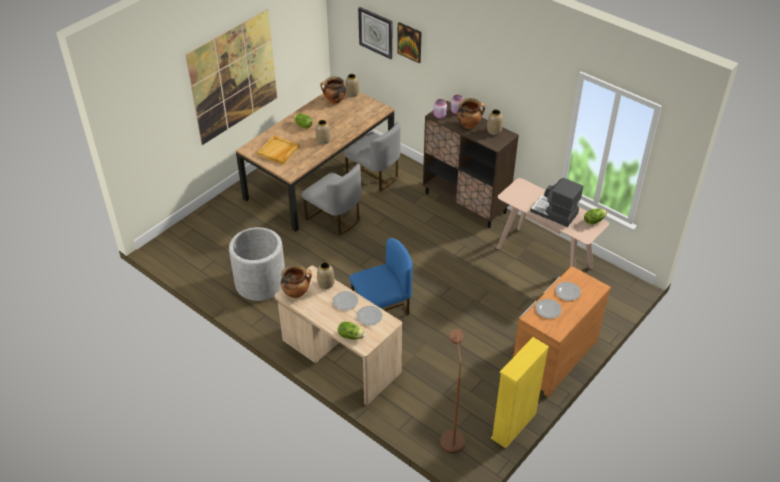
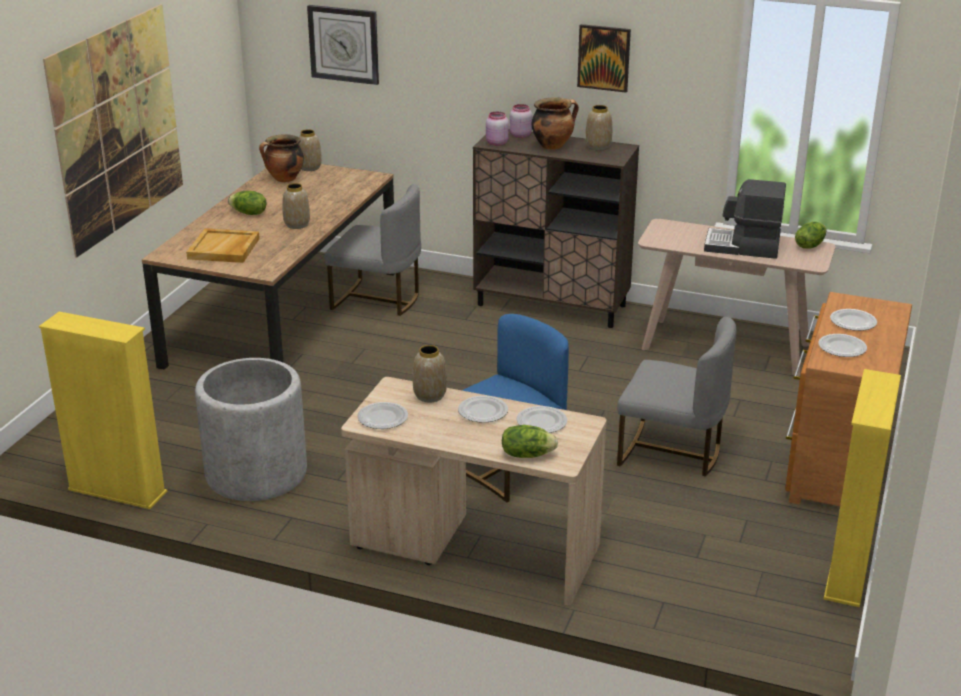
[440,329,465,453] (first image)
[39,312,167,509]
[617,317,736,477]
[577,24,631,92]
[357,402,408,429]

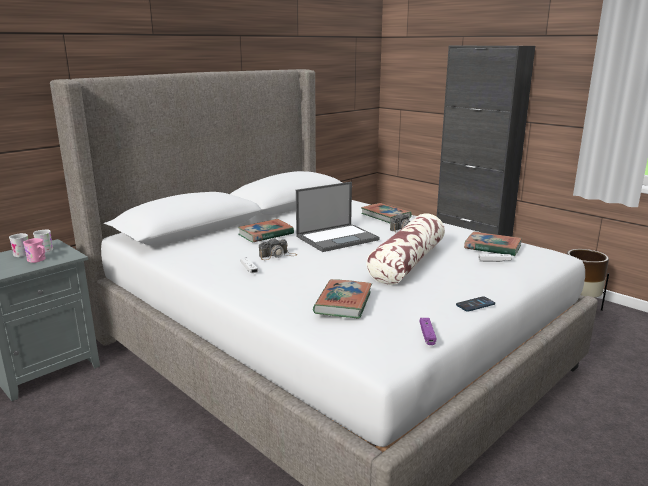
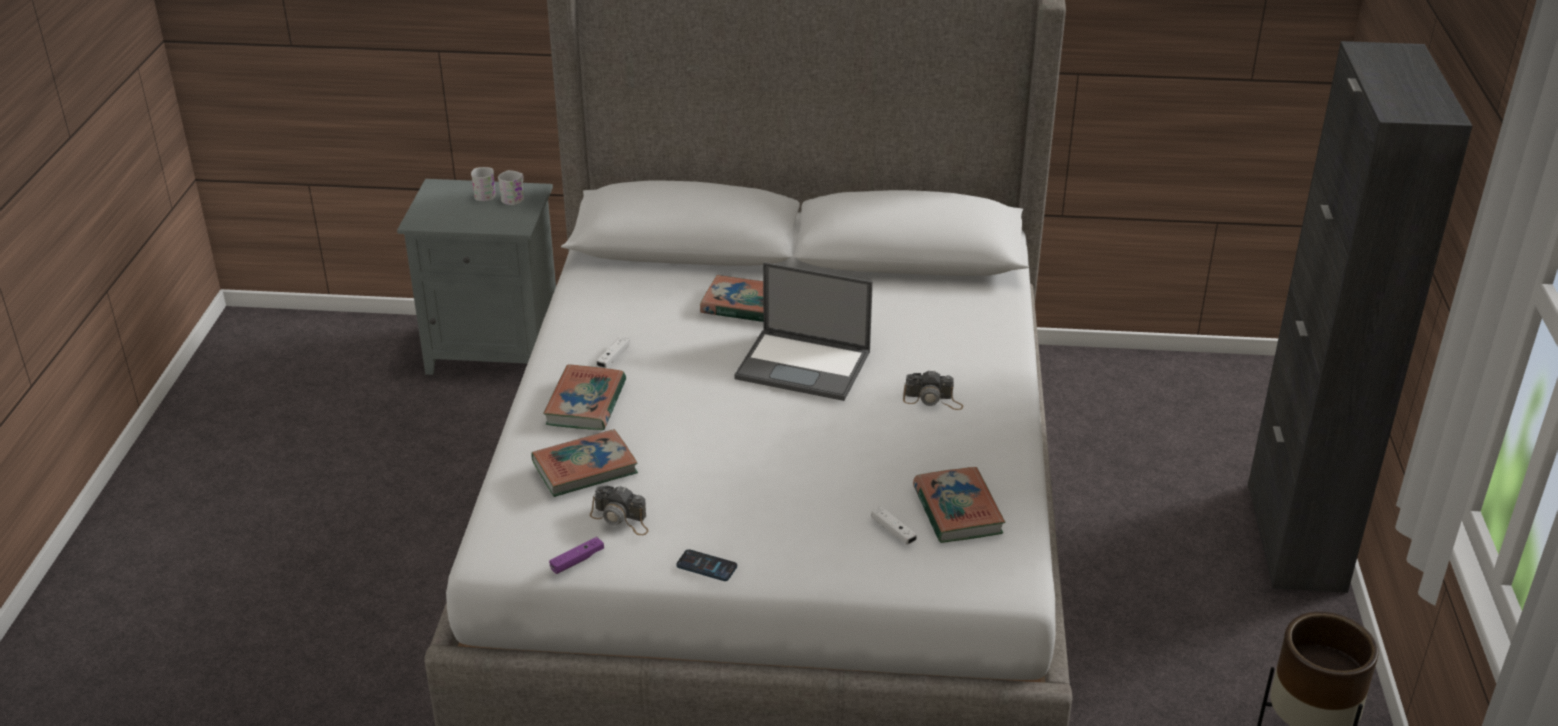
[23,238,46,263] (first image)
[366,214,445,285] (first image)
[590,485,648,535]
[543,364,626,430]

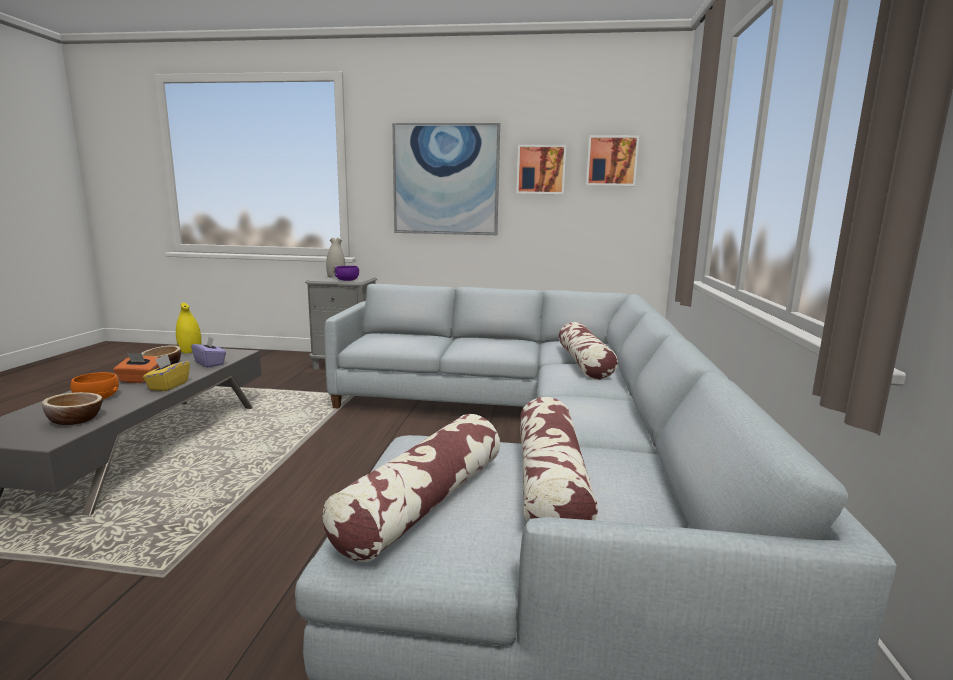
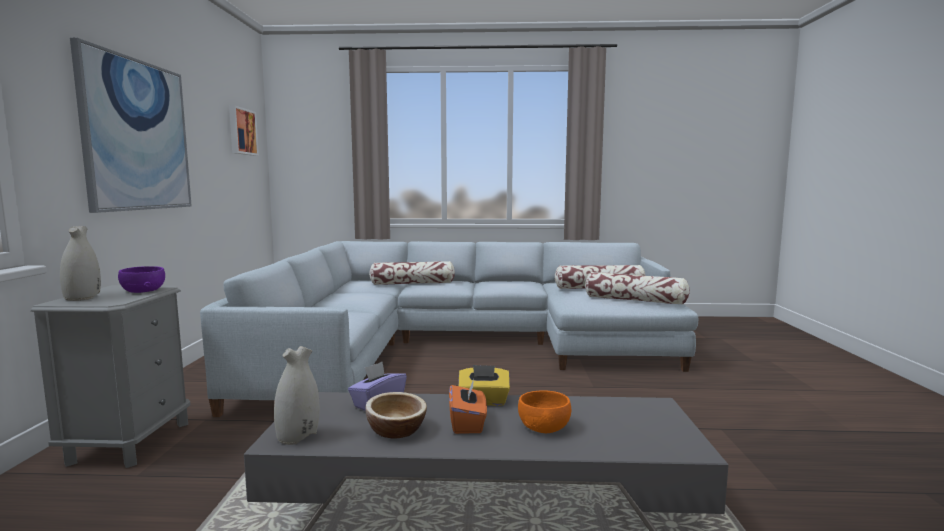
[42,392,103,425] (first image)
[516,145,566,194] (first image)
[274,346,320,445]

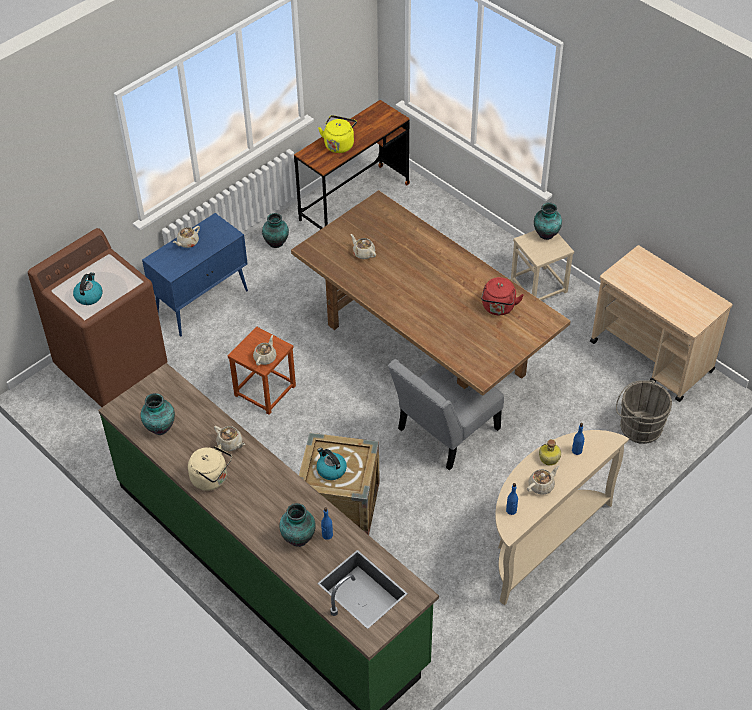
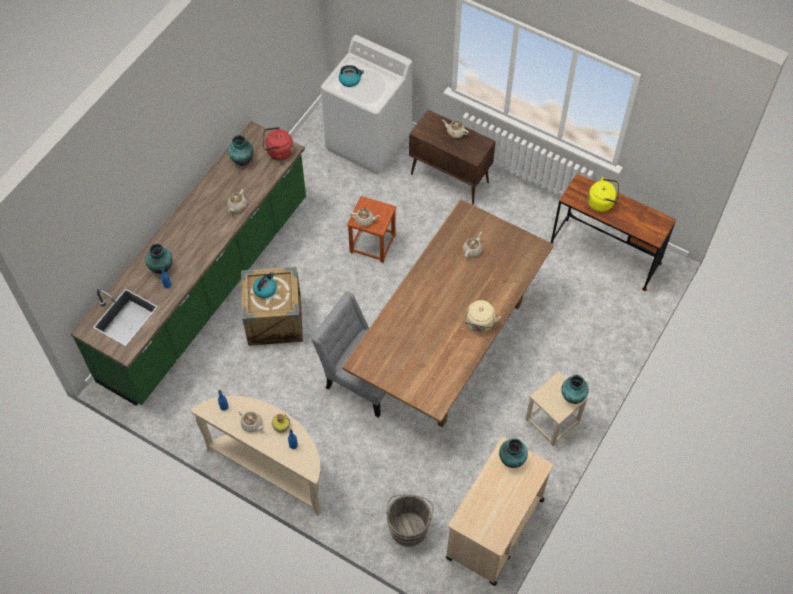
[465,300,502,333]
[499,438,528,468]
[263,127,294,160]
[321,35,413,174]
[409,110,496,205]

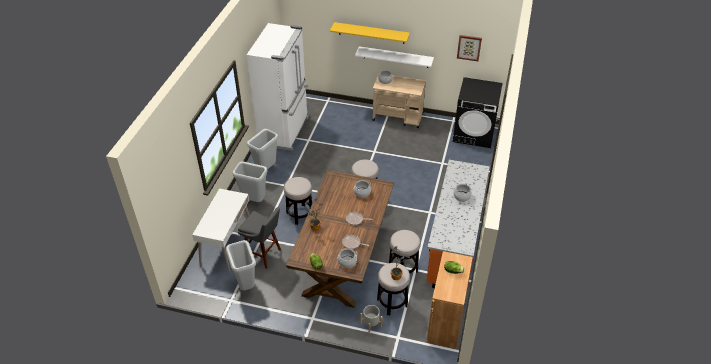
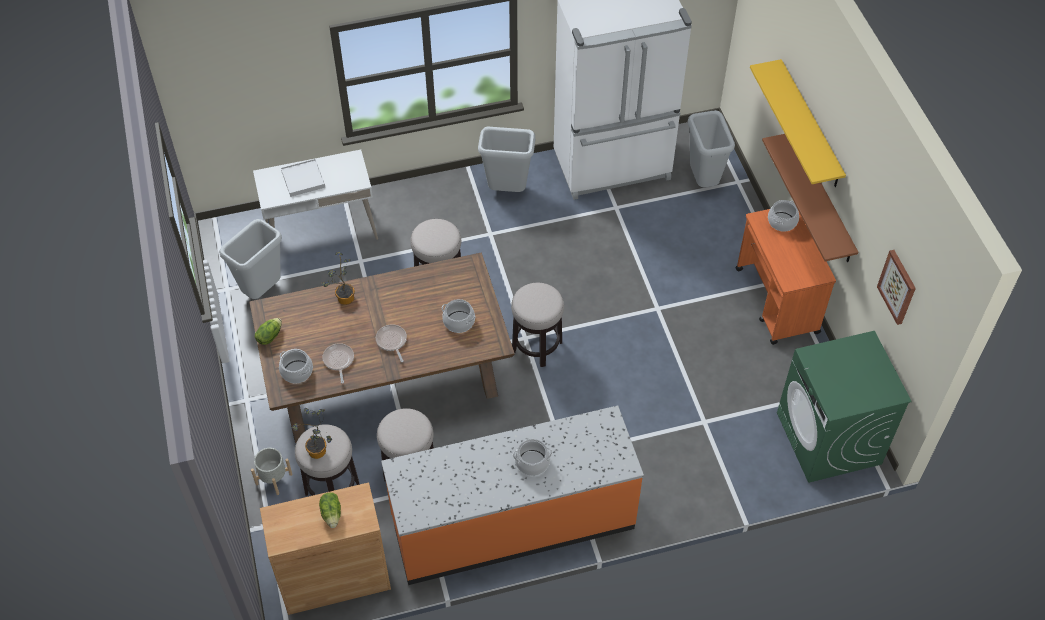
[238,207,281,269] (first image)
[281,159,325,197]
[688,110,735,187]
[762,134,858,262]
[736,209,836,345]
[777,331,912,483]

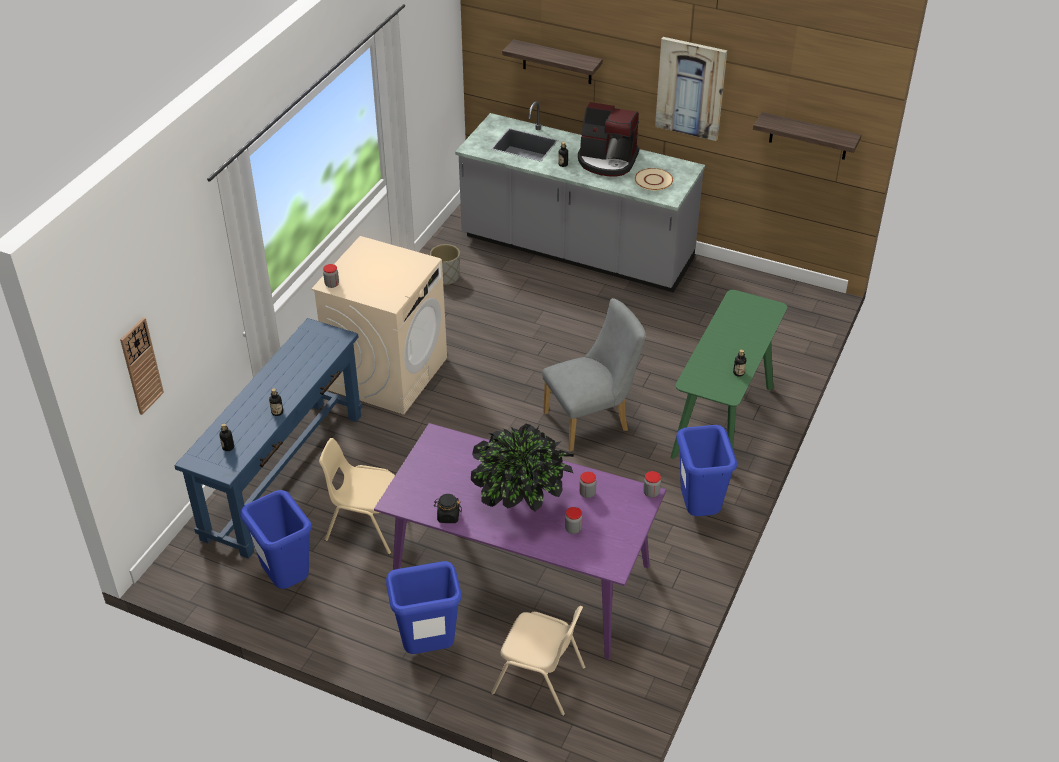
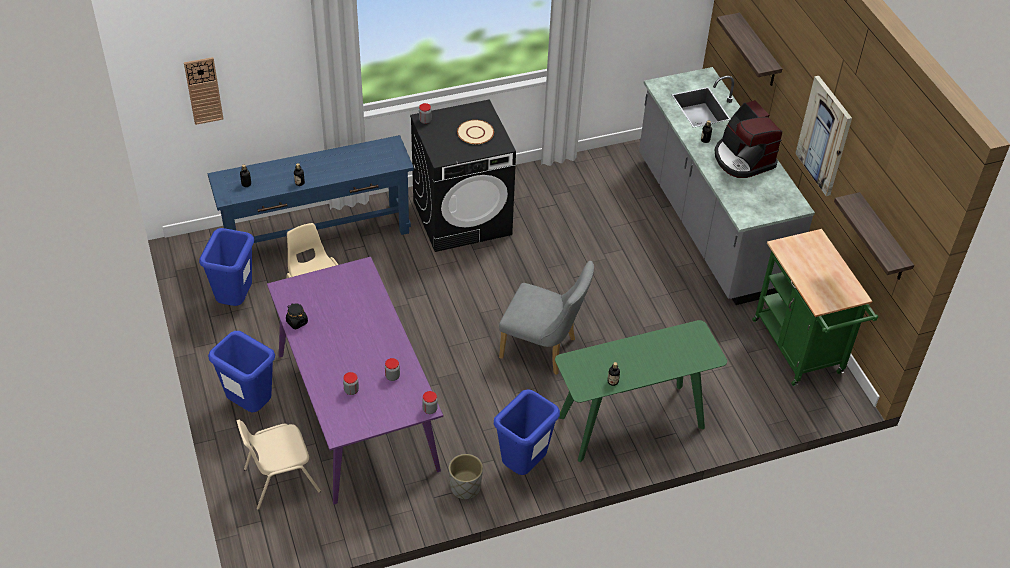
[471,424,574,511] (first image)
[752,229,878,386]
[449,454,483,499]
[457,120,494,144]
[410,99,516,252]
[237,420,321,510]

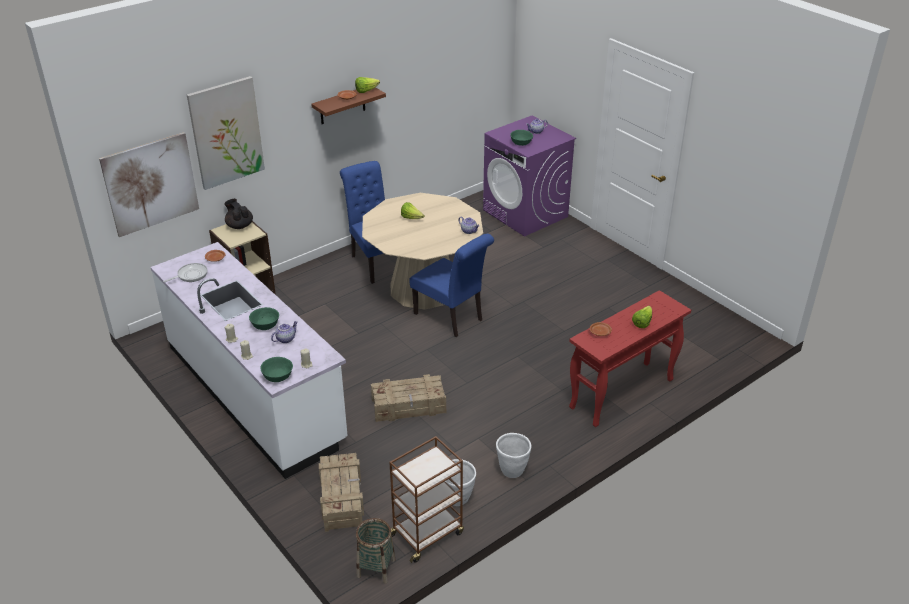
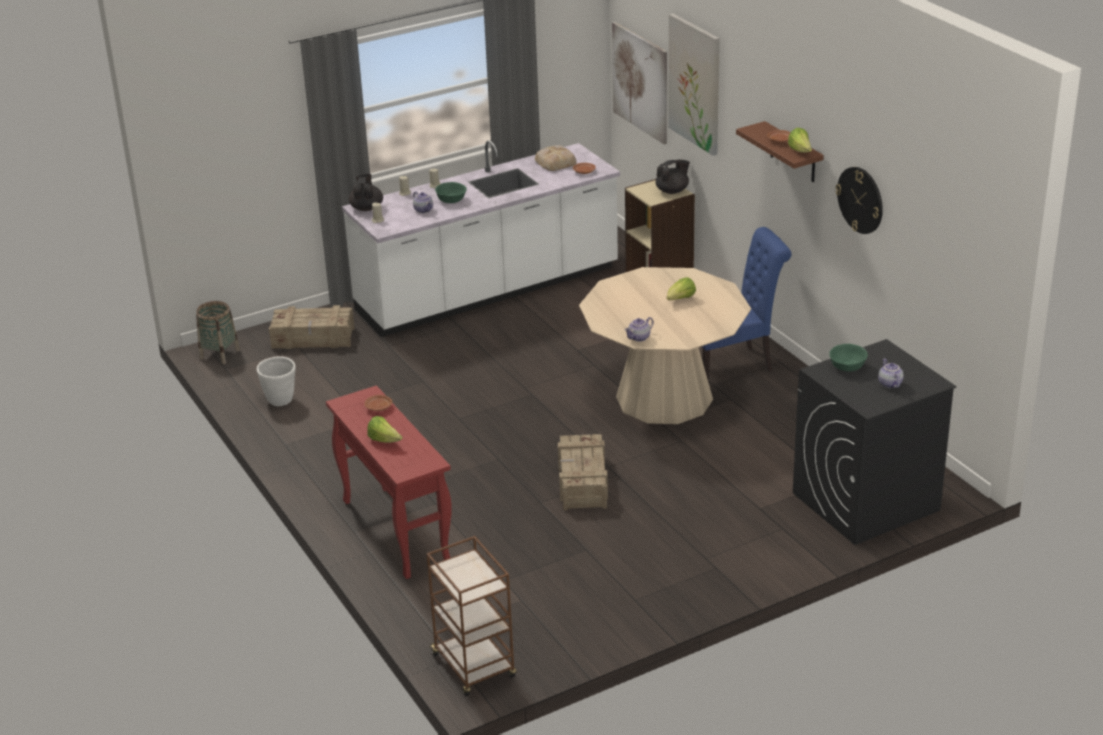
[409,234,494,337] (first image)
[496,433,531,478] (first image)
[836,167,883,234]
[558,434,608,510]
[426,536,517,696]
[535,145,577,171]
[349,174,383,211]
[793,339,956,545]

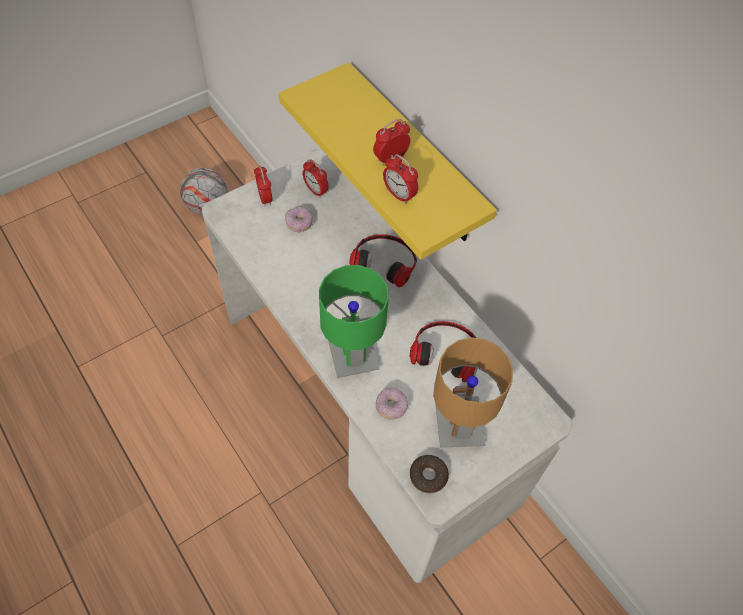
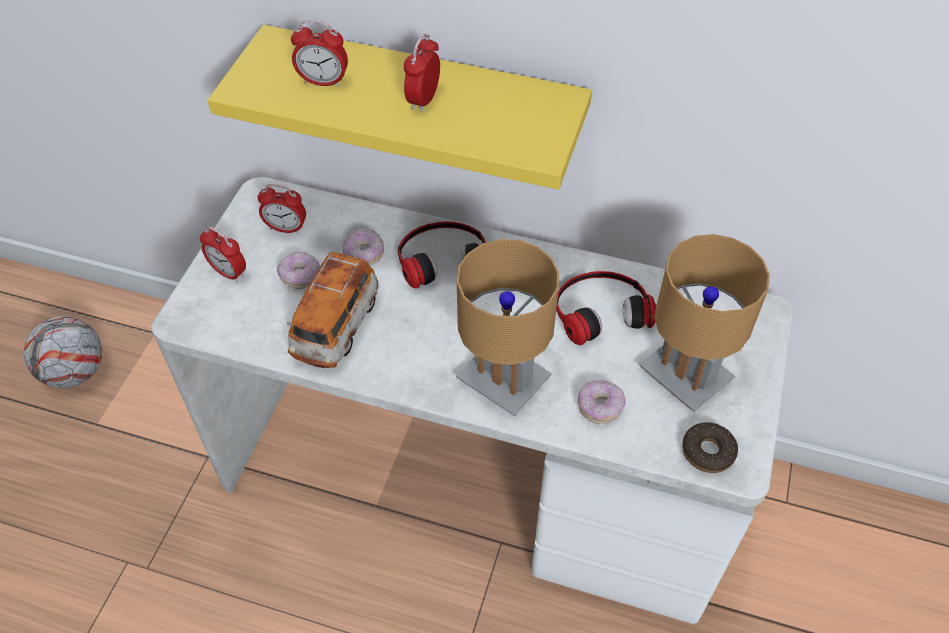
[287,252,379,368]
[343,228,384,266]
[291,20,348,87]
[456,239,559,416]

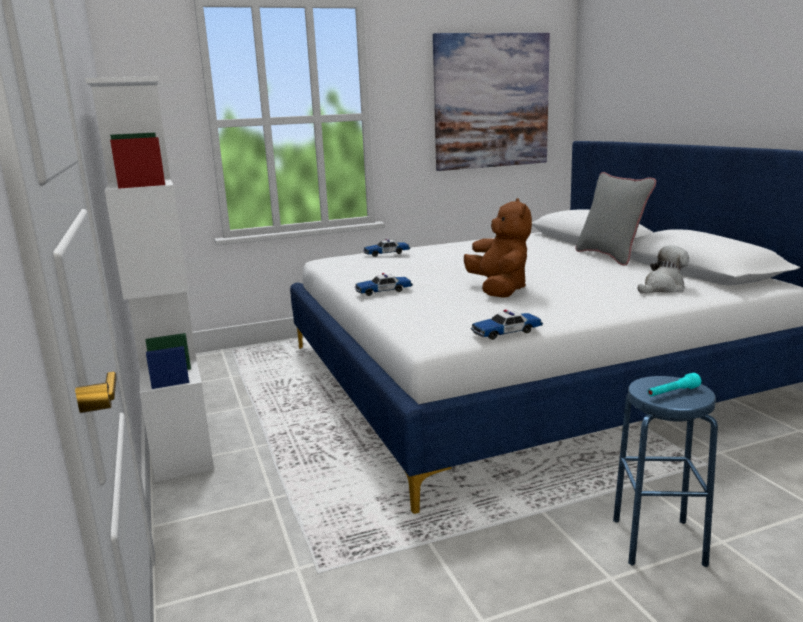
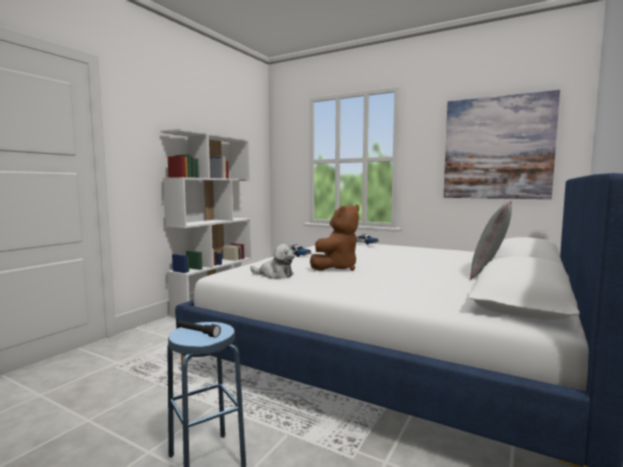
[471,309,543,340] (first image)
[250,244,295,279]
[177,321,221,337]

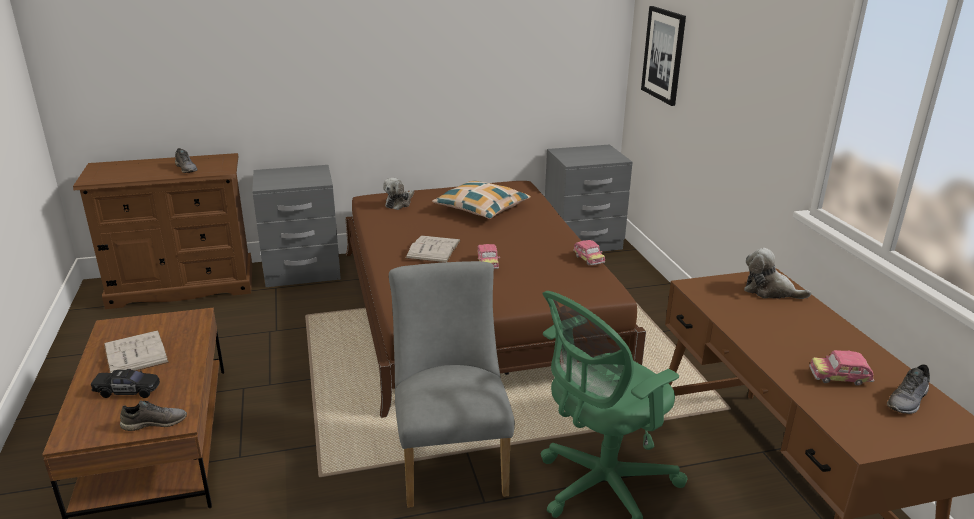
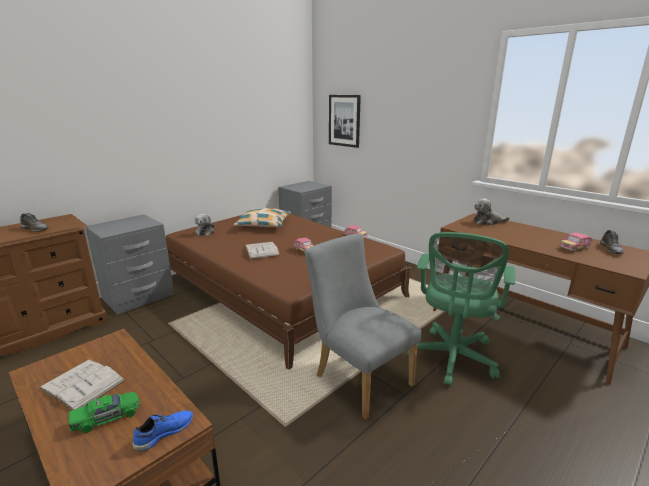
[69,392,140,433]
[132,411,193,452]

